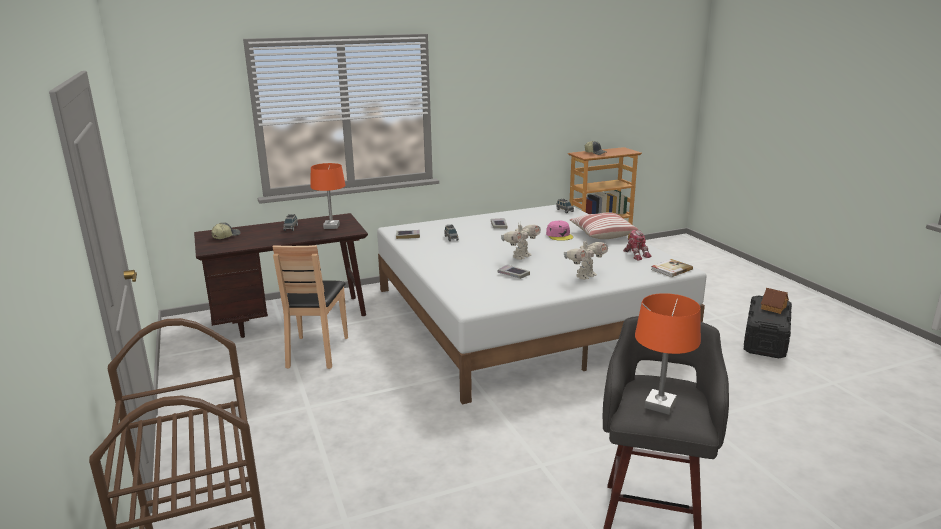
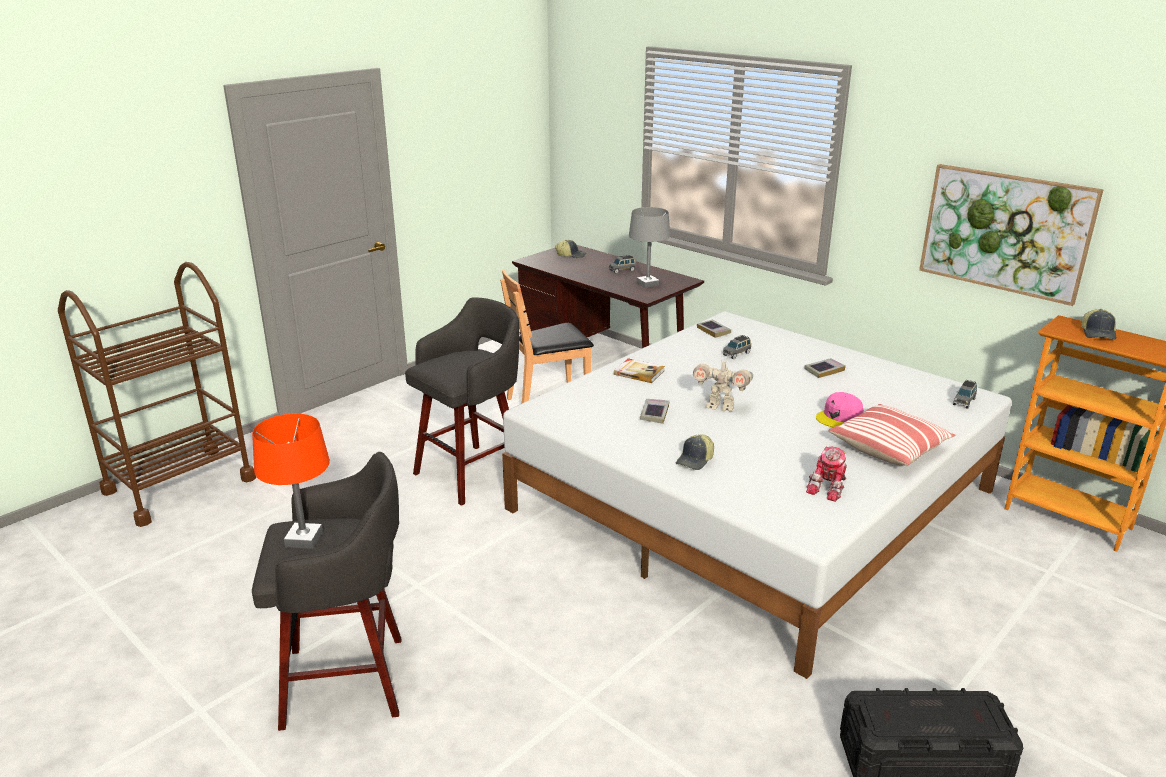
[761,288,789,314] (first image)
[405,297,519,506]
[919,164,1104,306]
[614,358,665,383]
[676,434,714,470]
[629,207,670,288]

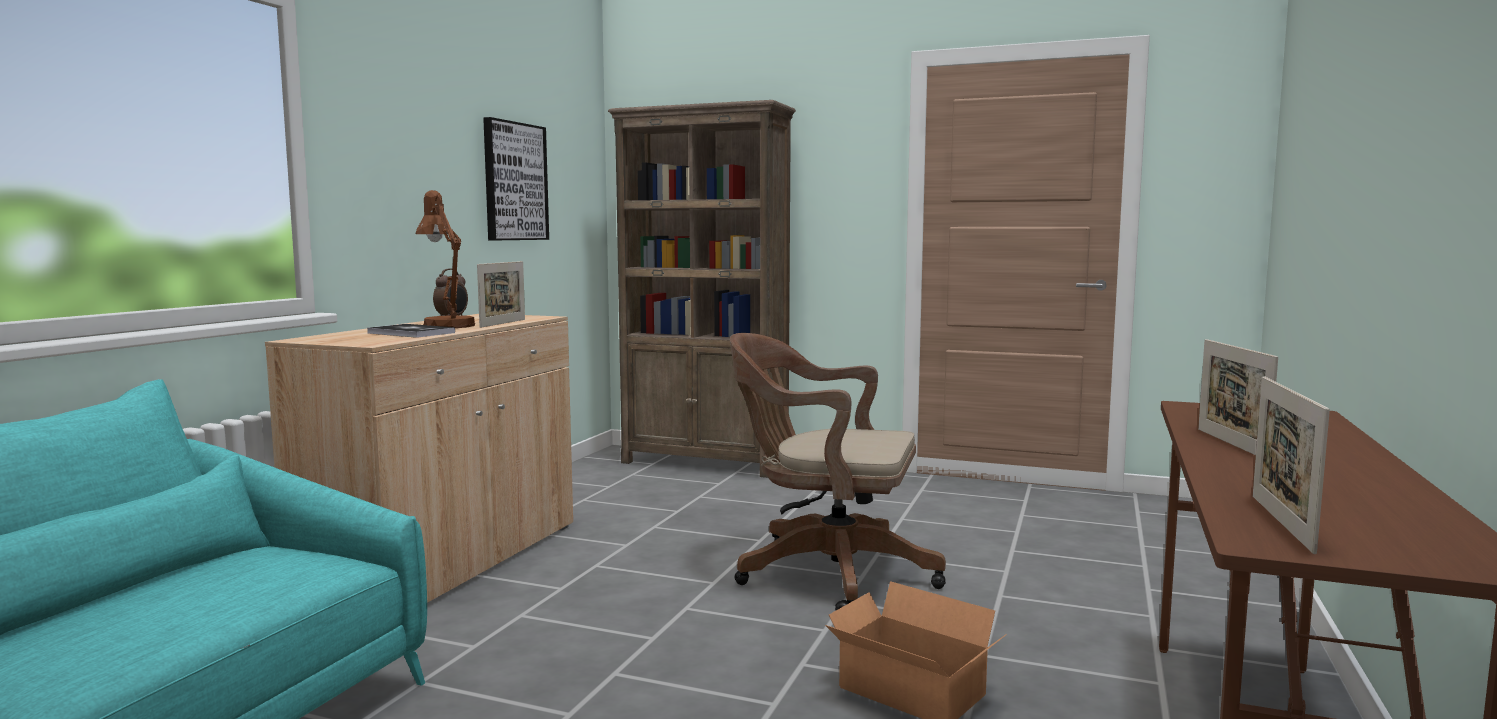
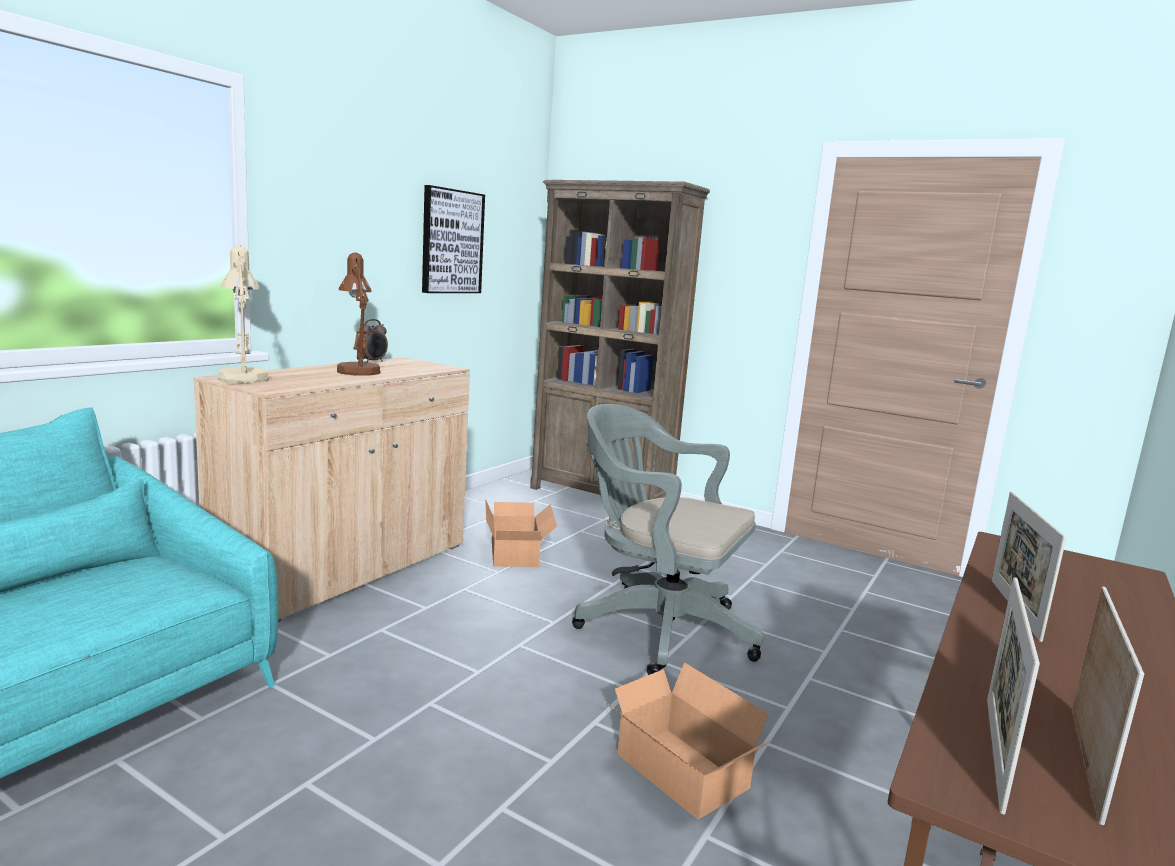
[367,324,455,338] (first image)
[218,245,269,383]
[485,499,557,567]
[1072,587,1144,825]
[572,404,764,675]

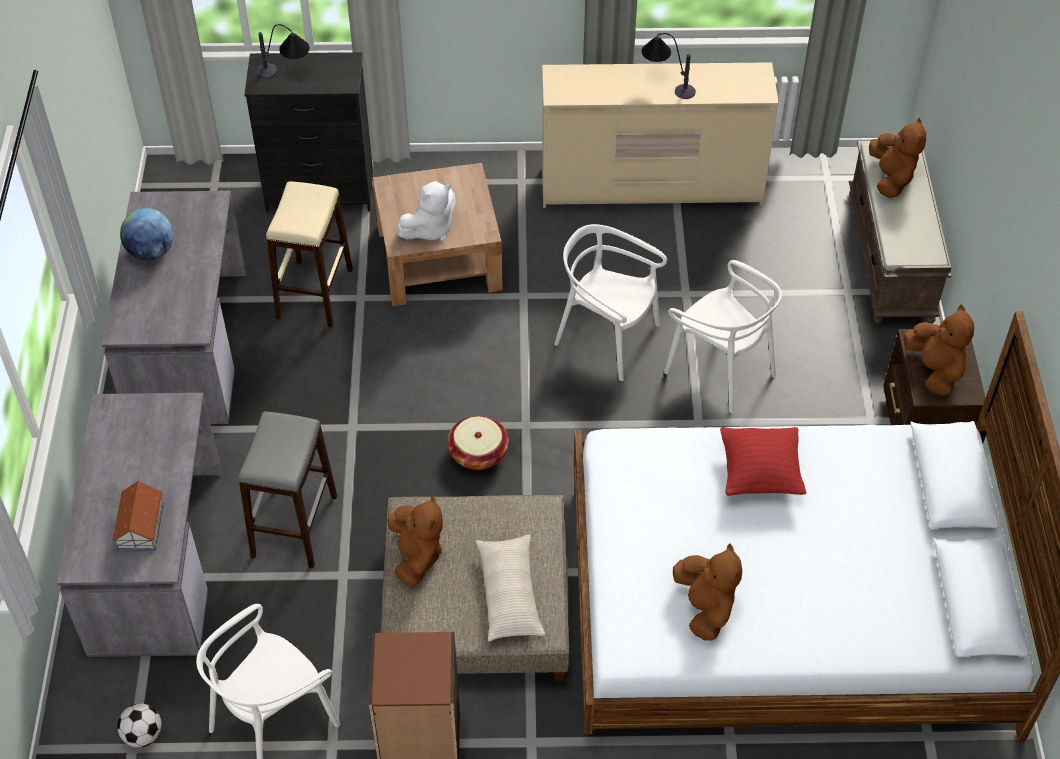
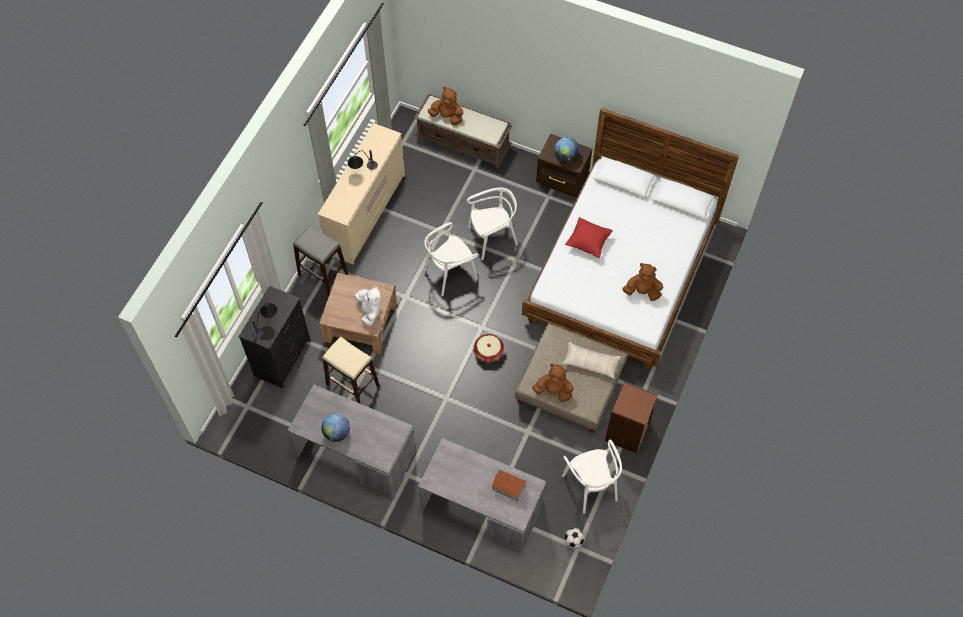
[293,225,348,295]
[554,137,579,162]

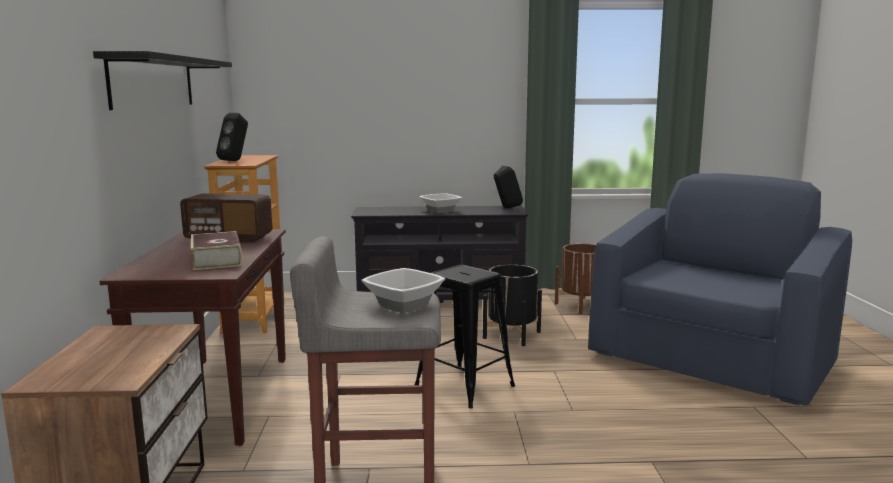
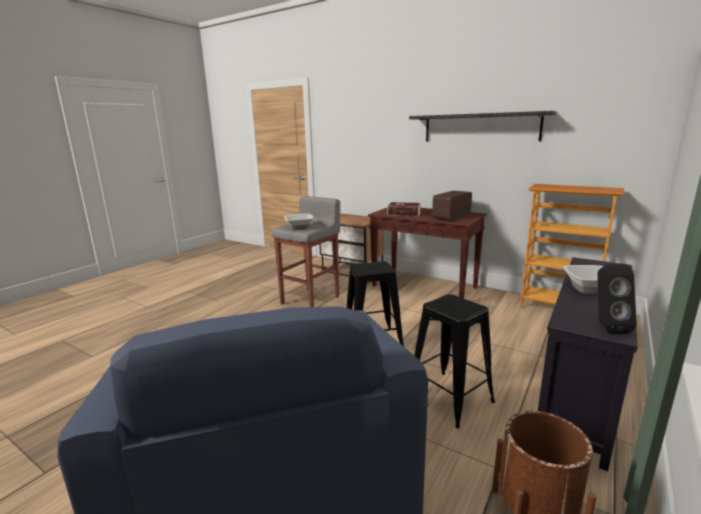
[216,113,248,161] (first image)
[414,294,495,428]

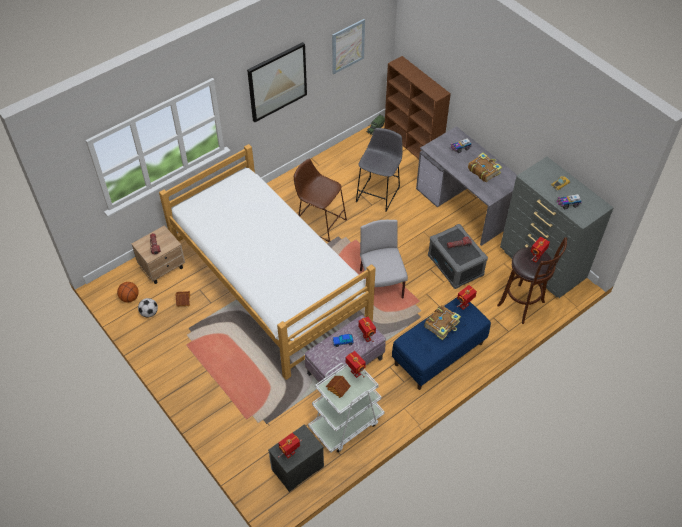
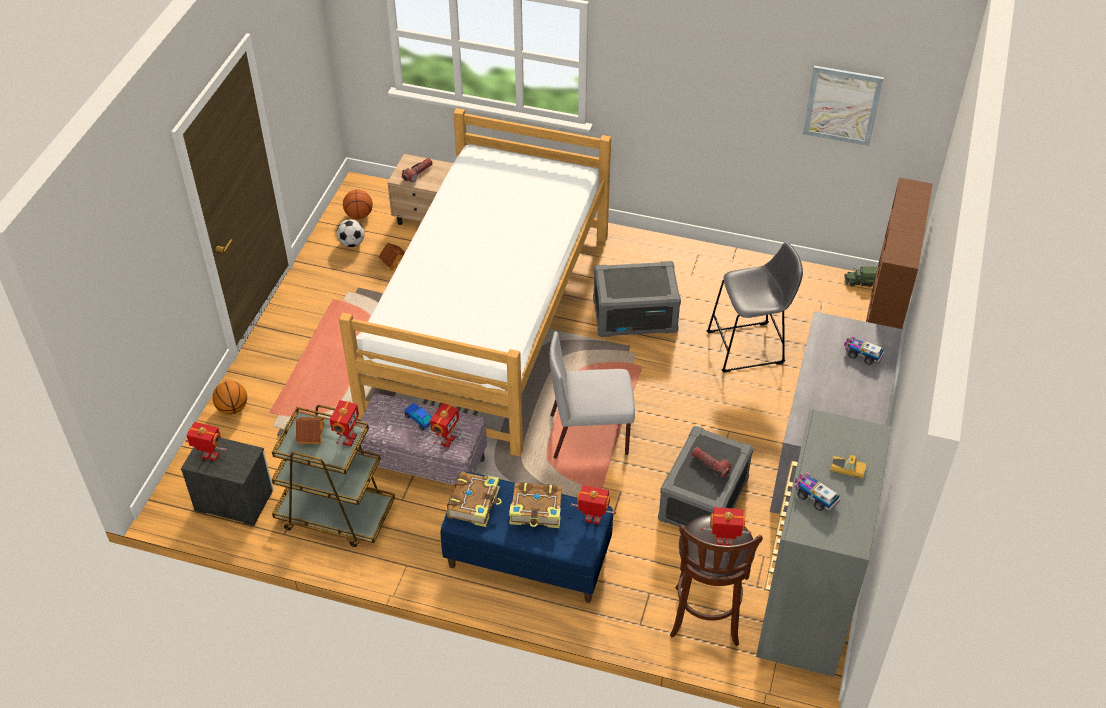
[247,42,307,122] (first image)
[212,381,247,415]
[447,472,502,527]
[593,261,681,337]
[272,405,395,547]
[550,331,635,459]

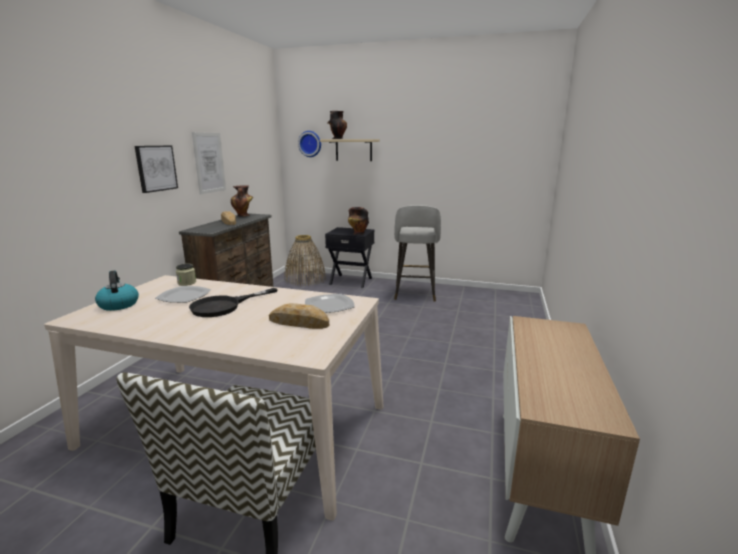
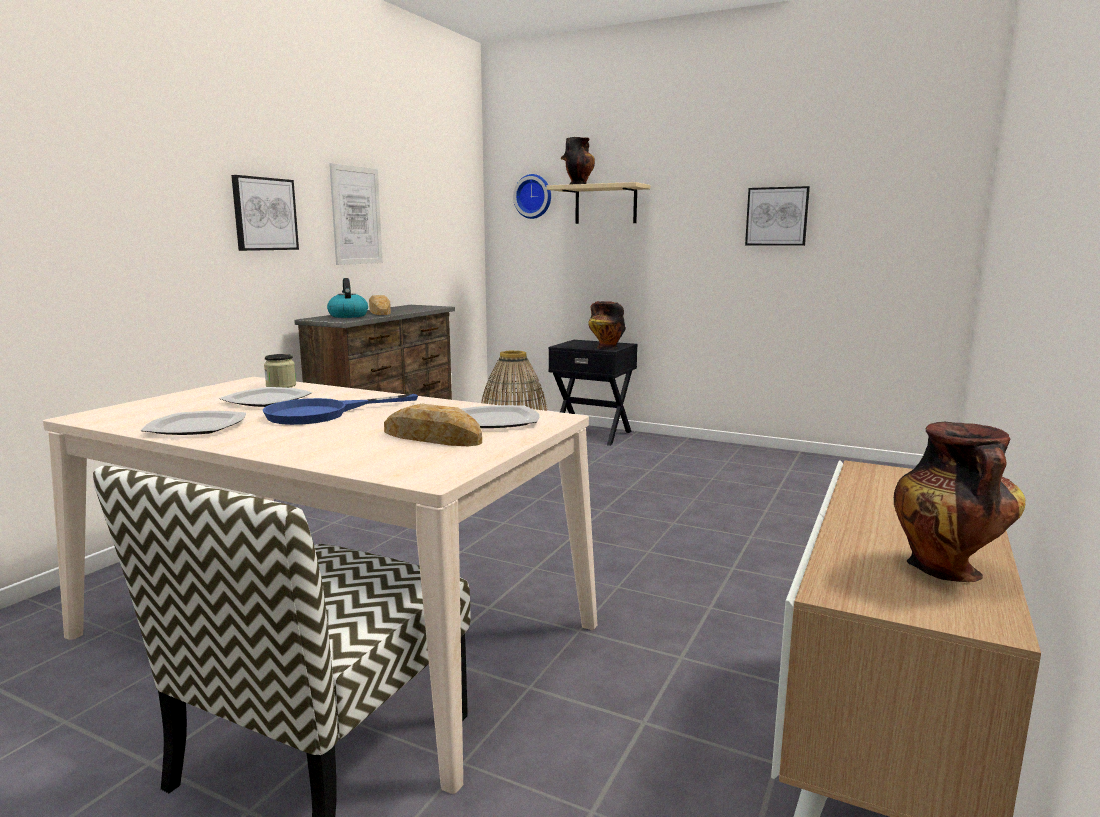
[394,205,441,302] (first image)
[141,411,246,435]
[745,186,810,246]
[327,278,368,318]
[894,422,1026,582]
[263,394,418,425]

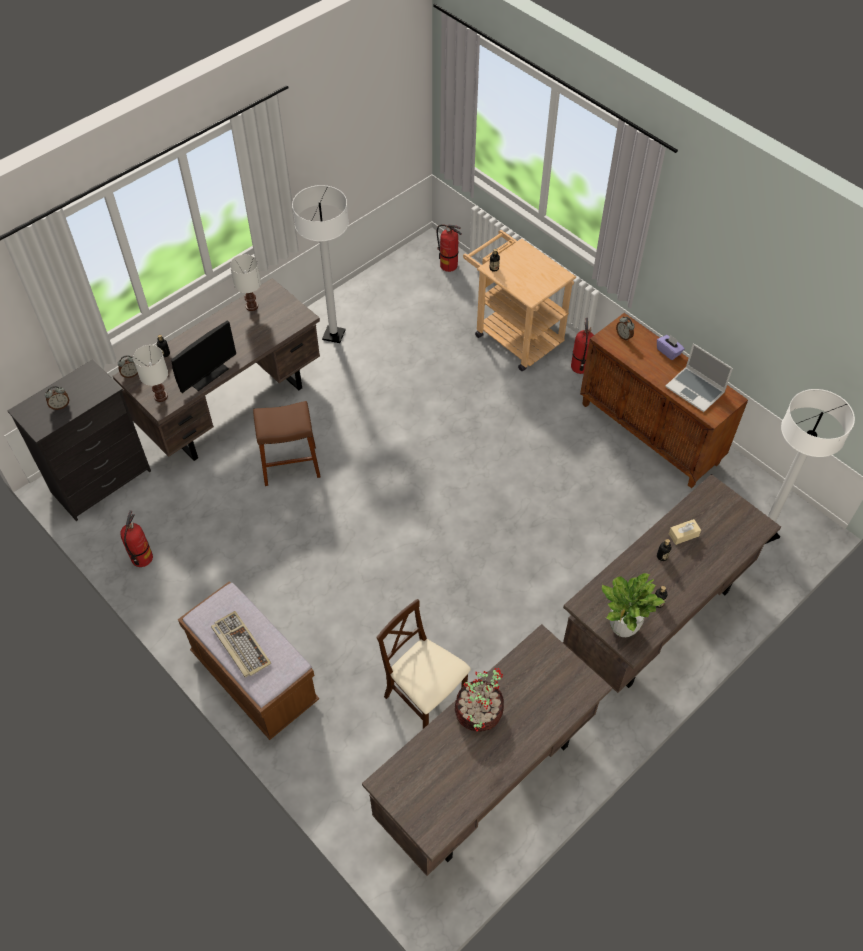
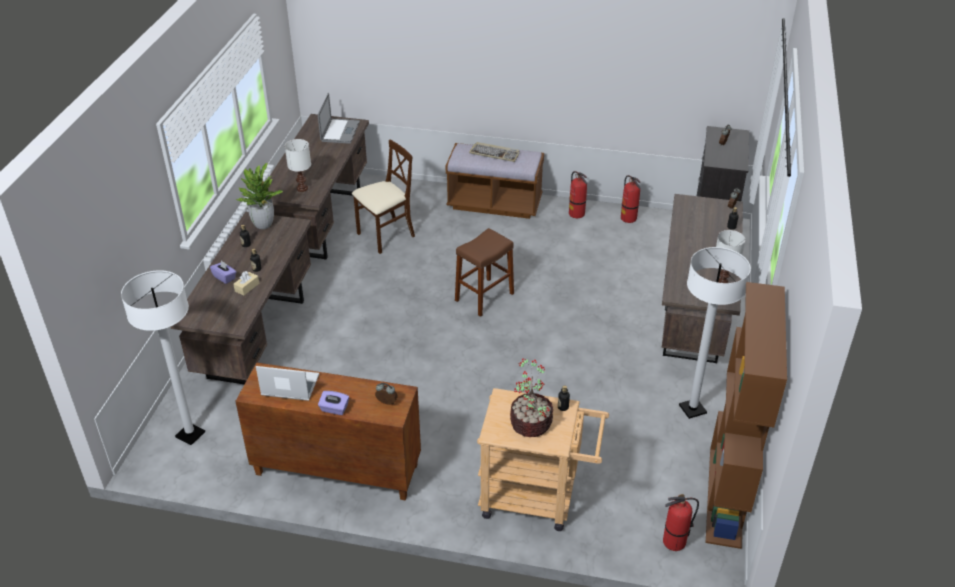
[171,321,236,393] (first image)
[210,260,236,284]
[318,93,360,144]
[706,282,787,549]
[285,139,311,192]
[455,228,514,317]
[510,358,553,437]
[569,171,587,218]
[352,140,415,254]

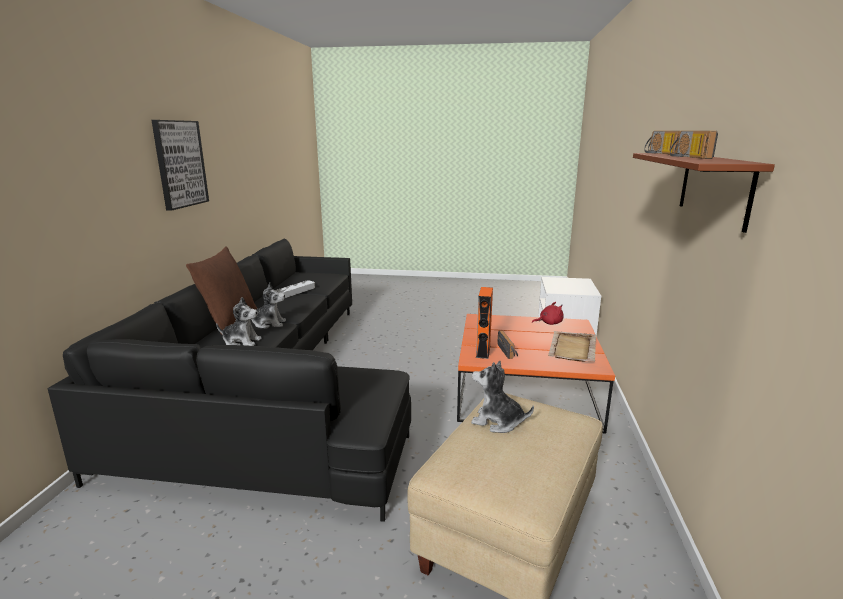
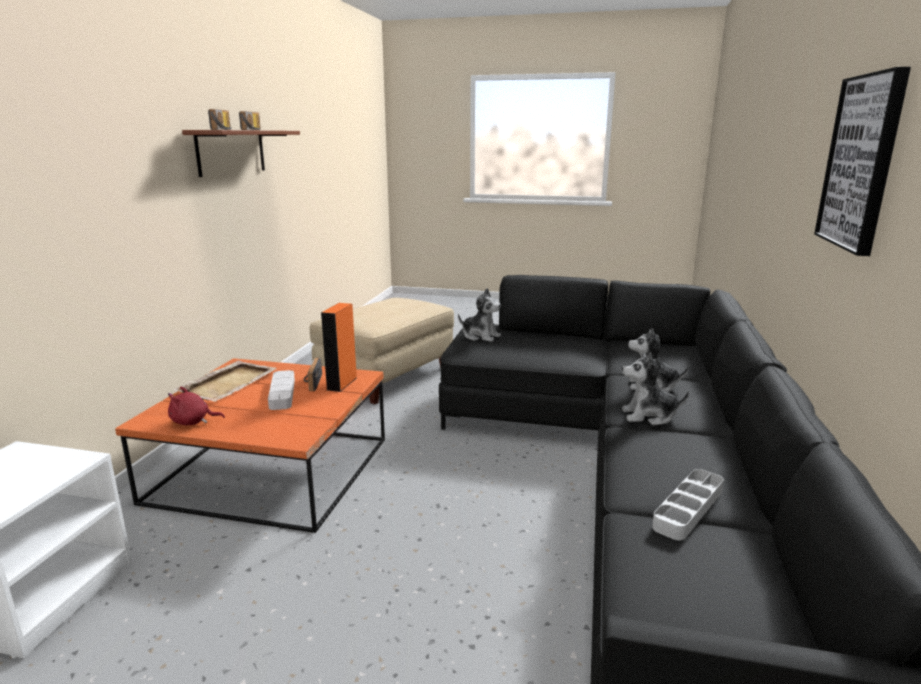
[186,246,257,335] (first image)
[268,370,295,410]
[458,288,501,342]

